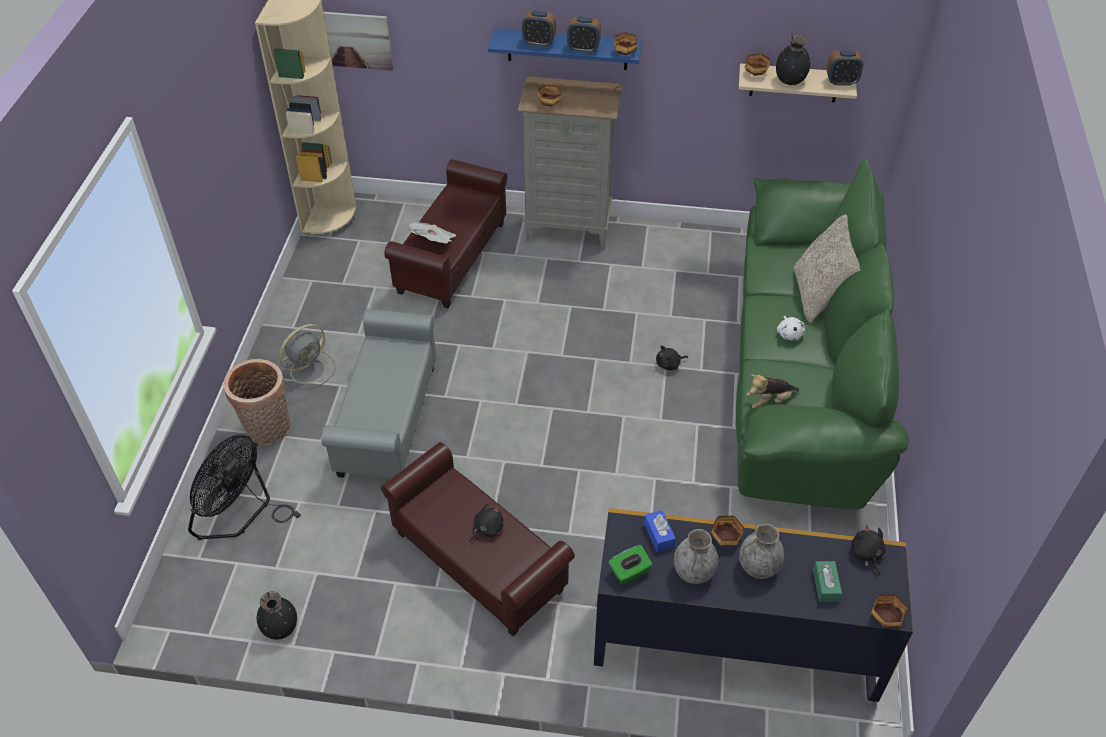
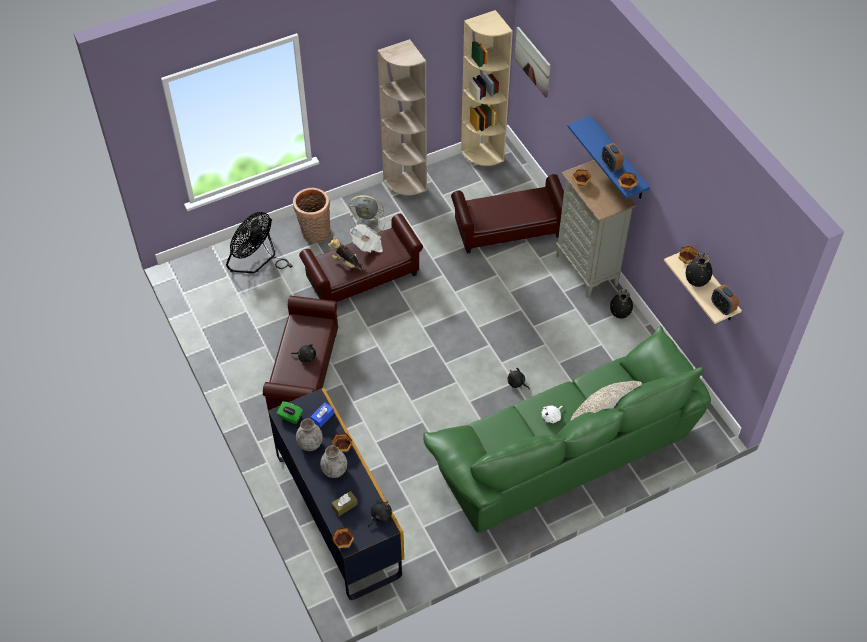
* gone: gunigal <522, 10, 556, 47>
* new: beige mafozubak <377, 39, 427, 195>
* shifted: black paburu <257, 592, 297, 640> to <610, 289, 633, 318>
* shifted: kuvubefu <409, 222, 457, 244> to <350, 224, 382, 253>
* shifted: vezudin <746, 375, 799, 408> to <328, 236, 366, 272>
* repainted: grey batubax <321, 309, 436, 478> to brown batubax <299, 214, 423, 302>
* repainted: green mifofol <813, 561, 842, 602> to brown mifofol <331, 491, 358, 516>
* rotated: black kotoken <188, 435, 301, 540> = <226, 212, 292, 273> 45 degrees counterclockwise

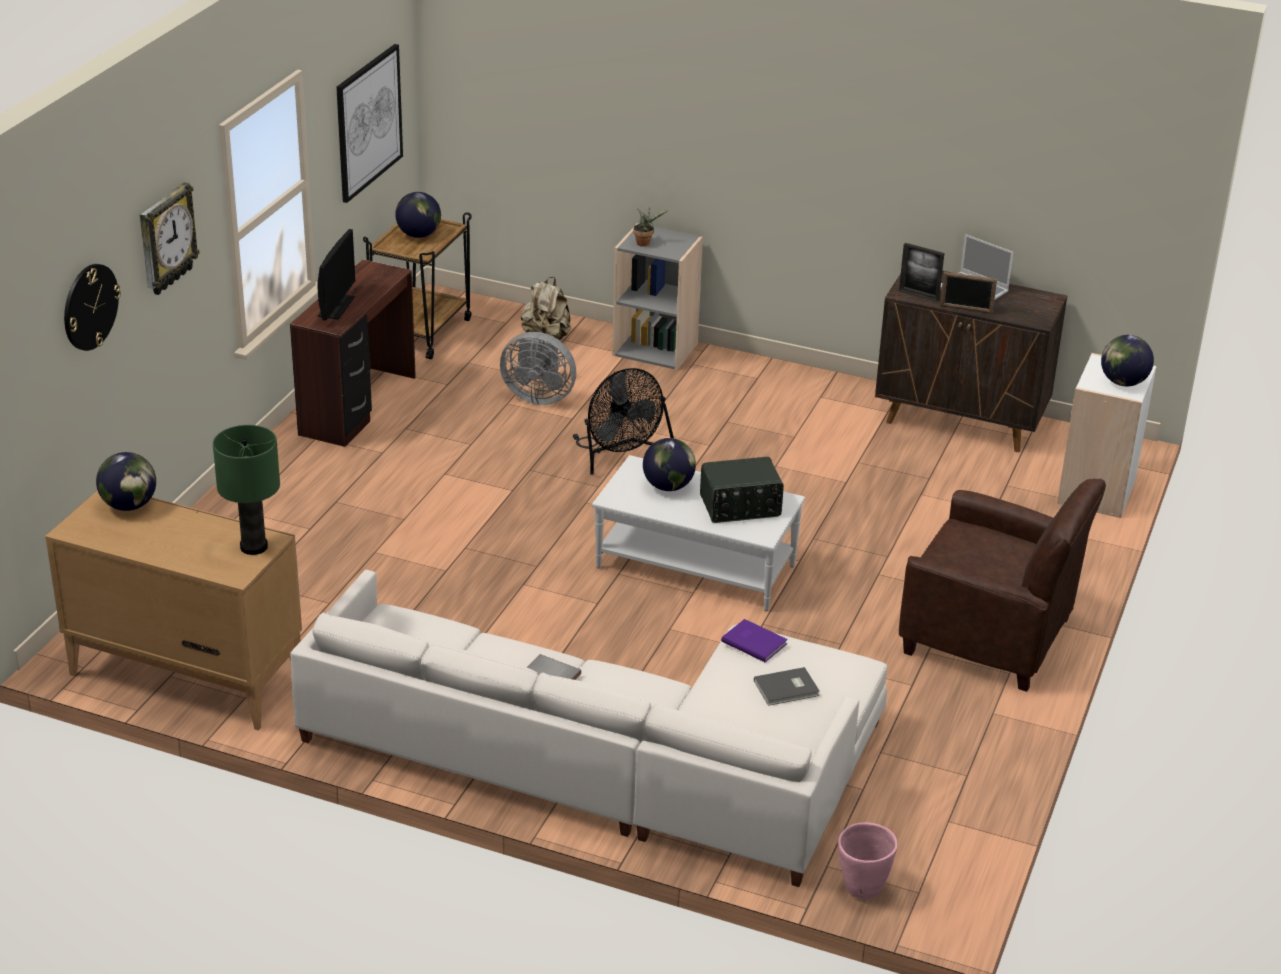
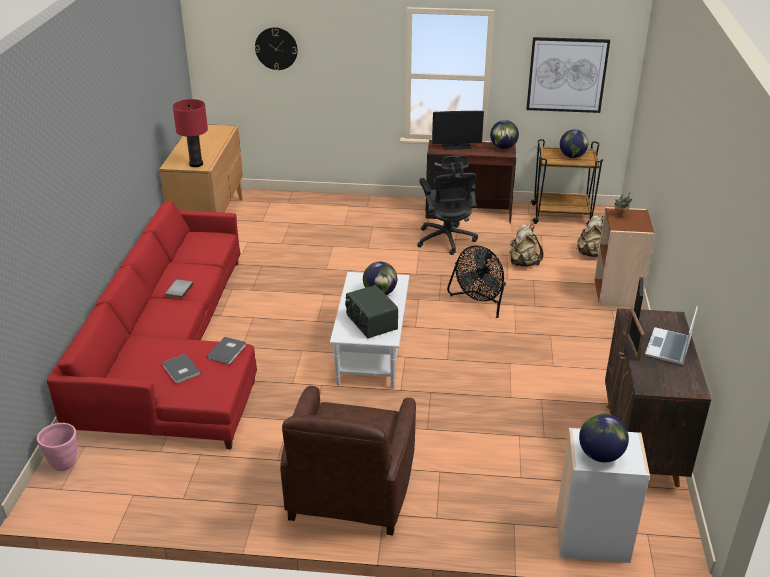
* gone: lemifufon <140, 182, 200, 295>
* new: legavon <417, 155, 478, 255>
* shifted: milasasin <96, 452, 156, 511> to <490, 120, 519, 149>
* swapped: grey kotoken <500, 332, 576, 405> to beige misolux <509, 224, 543, 267>
* repainted: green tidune <213, 425, 280, 555> to red tidune <173, 99, 208, 167>
* repainted: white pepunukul <290, 570, 887, 887> to red pepunukul <47, 201, 257, 449>
* repainted: grey mafozubak <612, 223, 703, 370> to brown mafozubak <594, 207, 655, 308>
* repainted: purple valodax <721, 619, 788, 662> to grey valodax <207, 337, 246, 364>

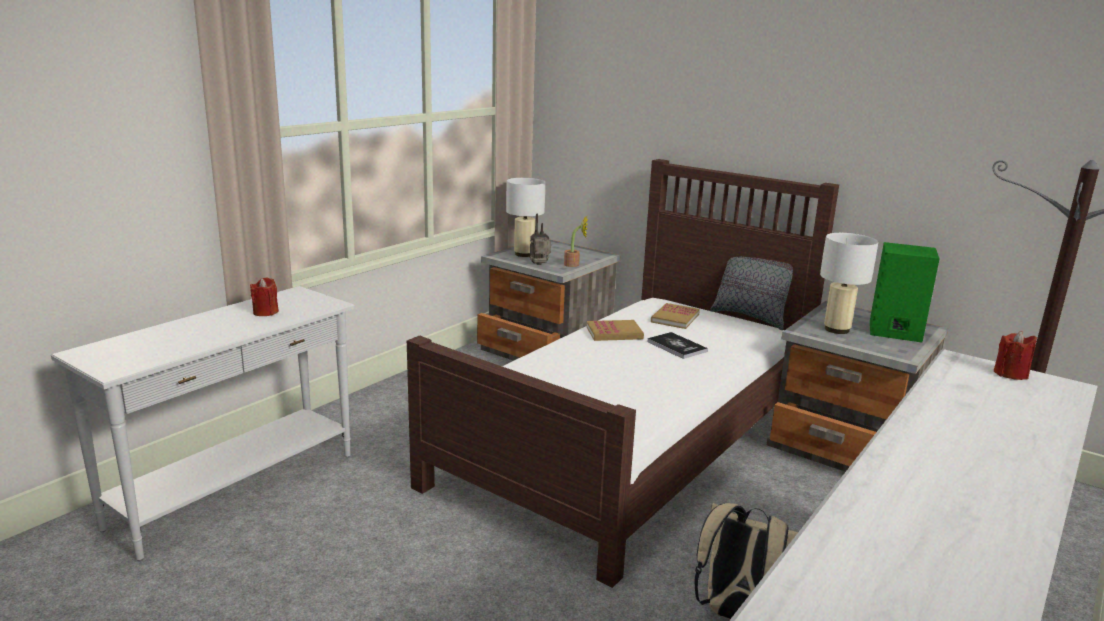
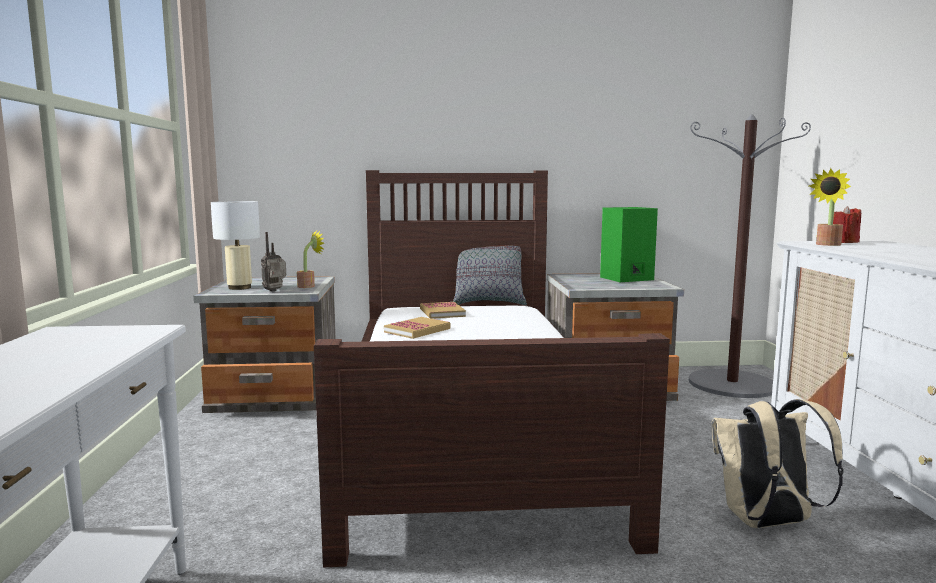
* gone: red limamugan <250, 278, 279, 316>
* gone: valodax <647, 332, 708, 359>
* gone: white tidune <820, 233, 878, 334>
* new: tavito <809, 168, 851, 246>

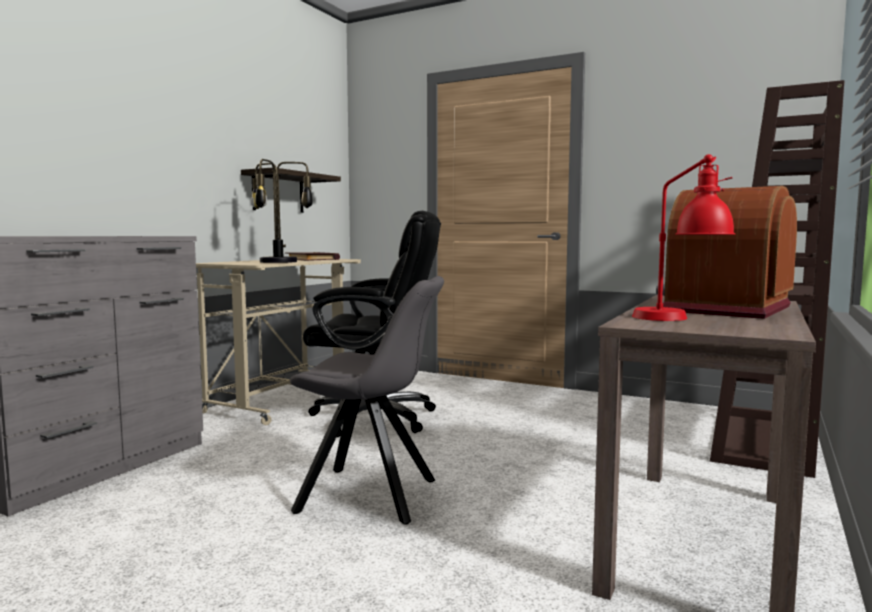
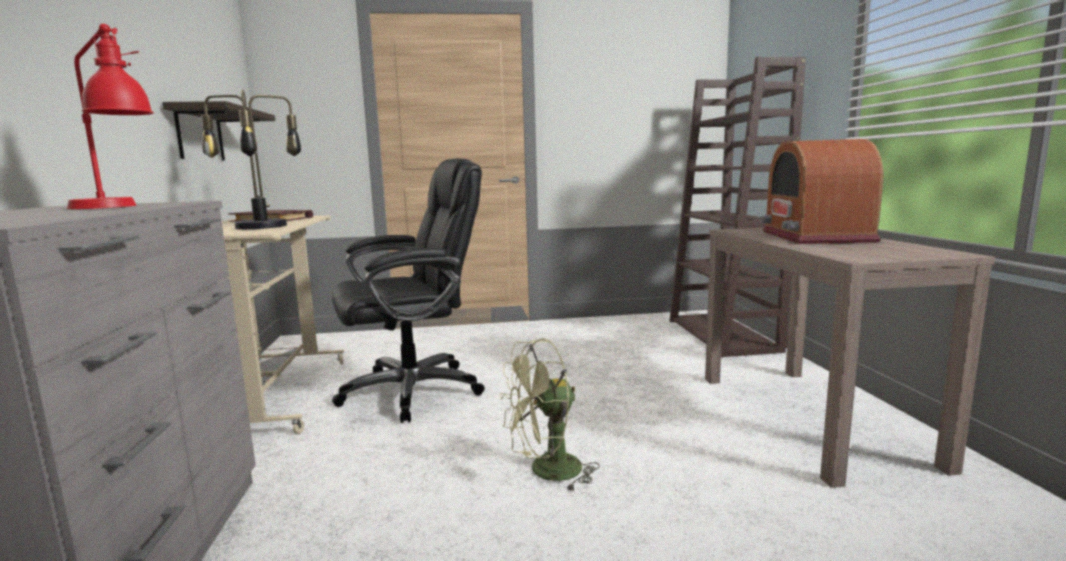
* shifted: red tidune <632, 154, 735, 321> to <67, 24, 154, 209>
* swapped: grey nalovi <290, 276, 444, 525> to green kotoken <500, 338, 600, 492>

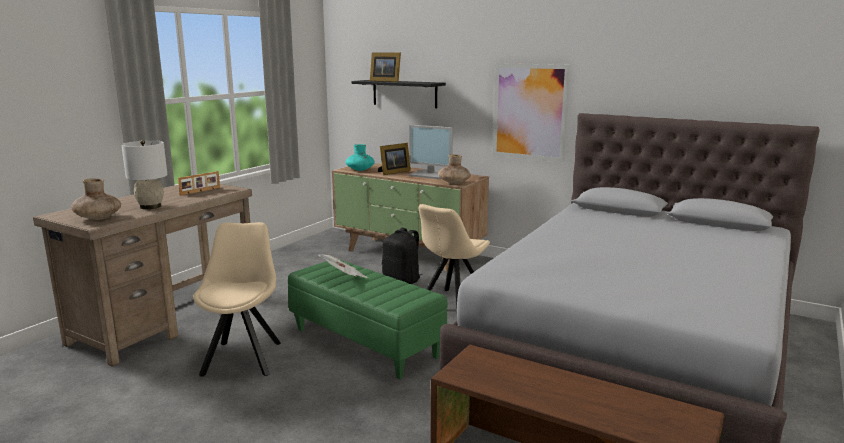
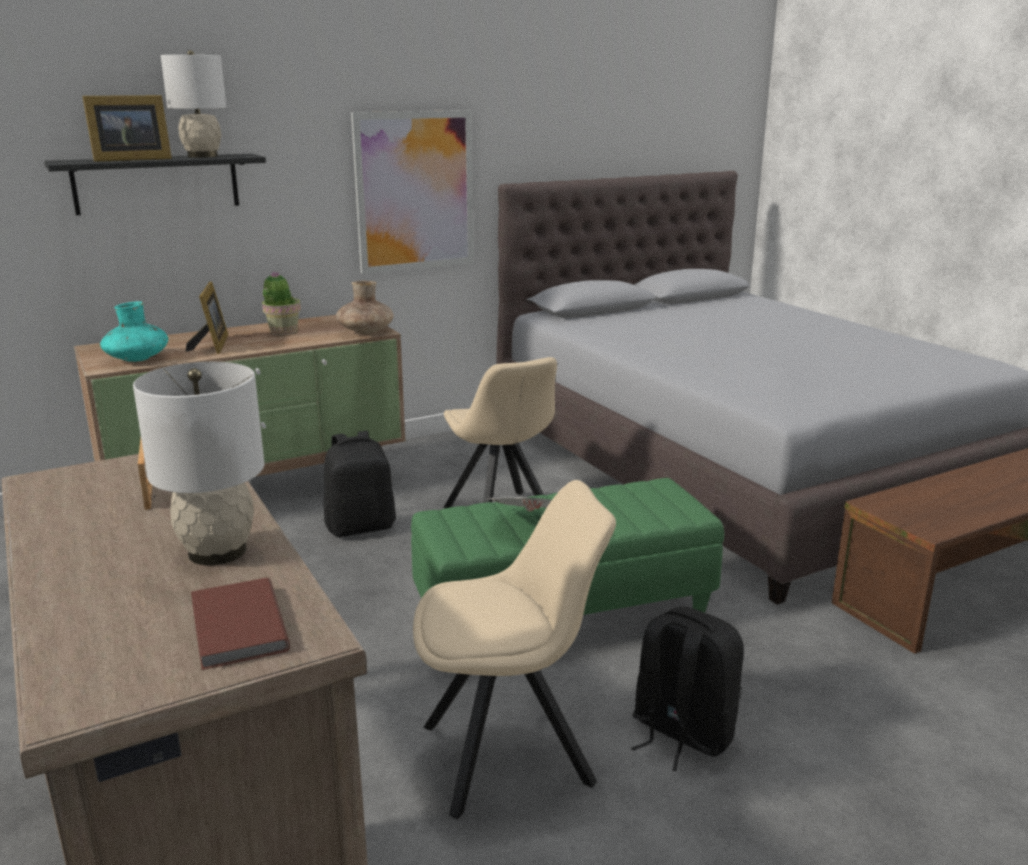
* new: white tidune <161, 50, 226, 158>
* new: black misolux <631, 606, 744, 771>
* swapped: brown paburu <71, 178, 121, 220> to brown valodax <191, 578, 290, 670>
* swapped: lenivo <409, 125, 453, 179> to tavito <262, 271, 301, 335>
* rotated: beige nalovi <193, 222, 281, 377> = <413, 480, 616, 819> 135 degrees clockwise

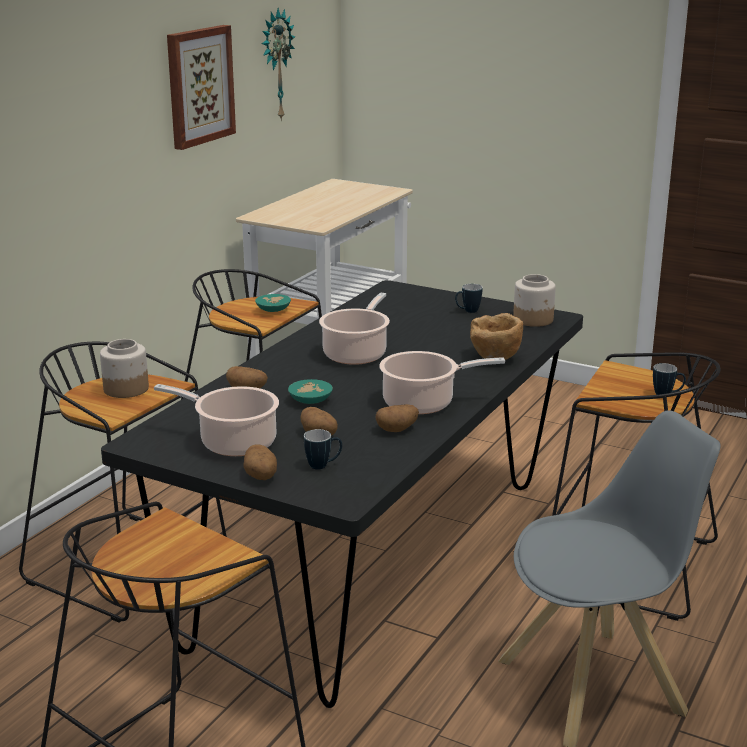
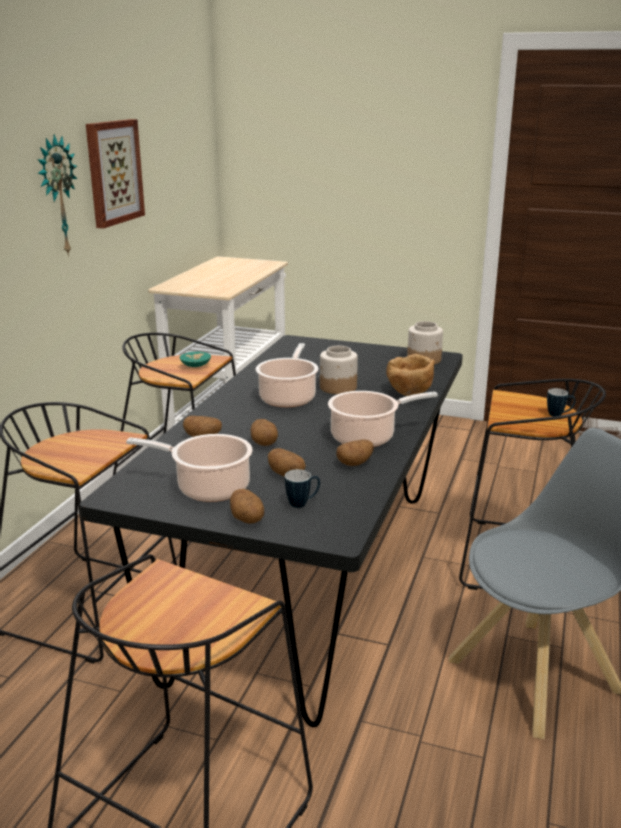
* gone: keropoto <455, 284, 482, 313>
* shifted: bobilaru <100, 339, 149, 398> to <320, 346, 358, 394>
* shifted: lemifufon <262, 8, 295, 121> to <37, 134, 77, 256>
* swapped: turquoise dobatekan <288, 379, 333, 404> to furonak <251, 419, 278, 446>

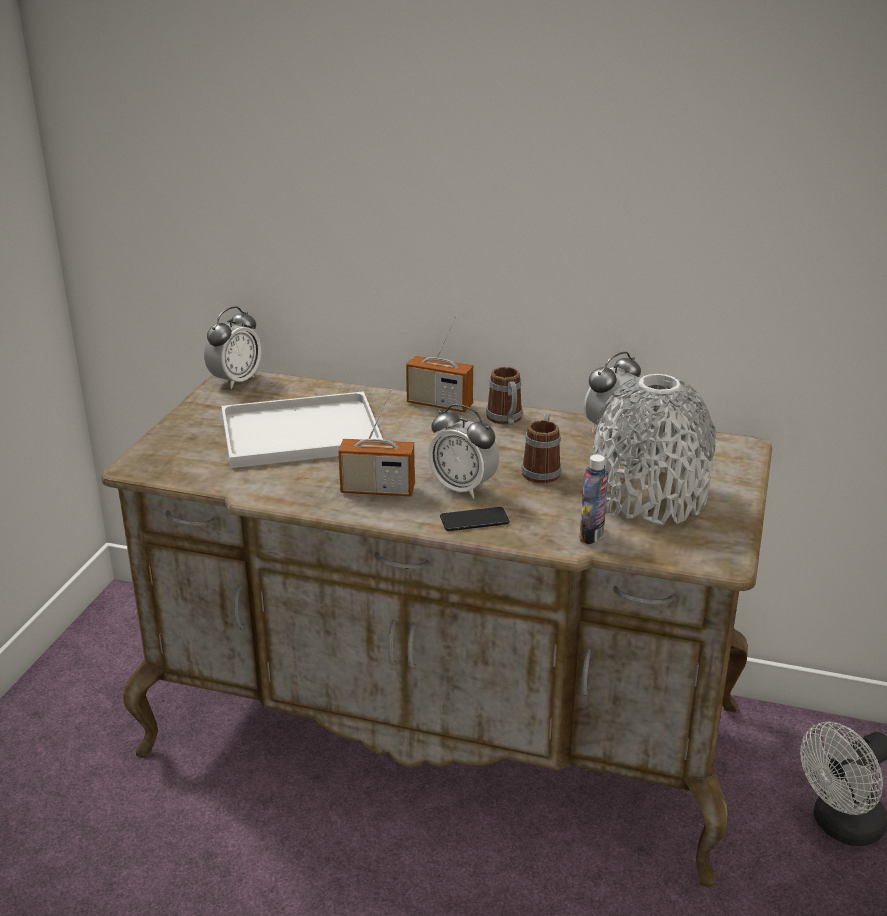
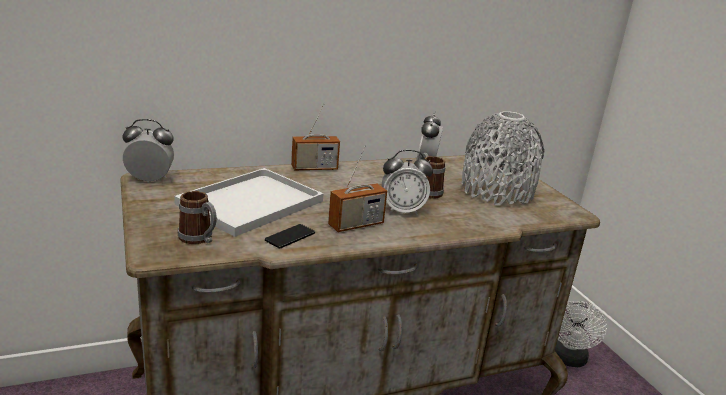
* gone: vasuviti <580, 454, 609, 544>
* shifted: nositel <440, 507, 510, 531> to <265, 224, 315, 248>
* shifted: keropoto <486, 367, 523, 426> to <178, 191, 217, 244>
* rotated: gunigal <204, 306, 261, 389> = <123, 119, 174, 183> 90 degrees counterclockwise

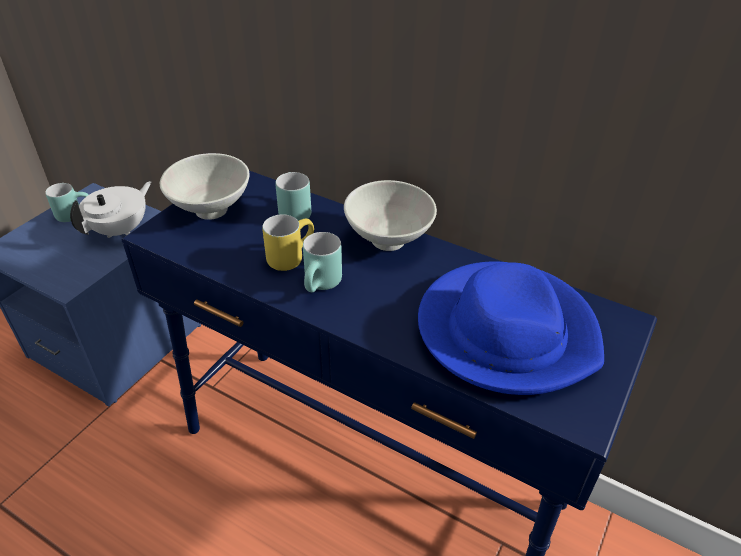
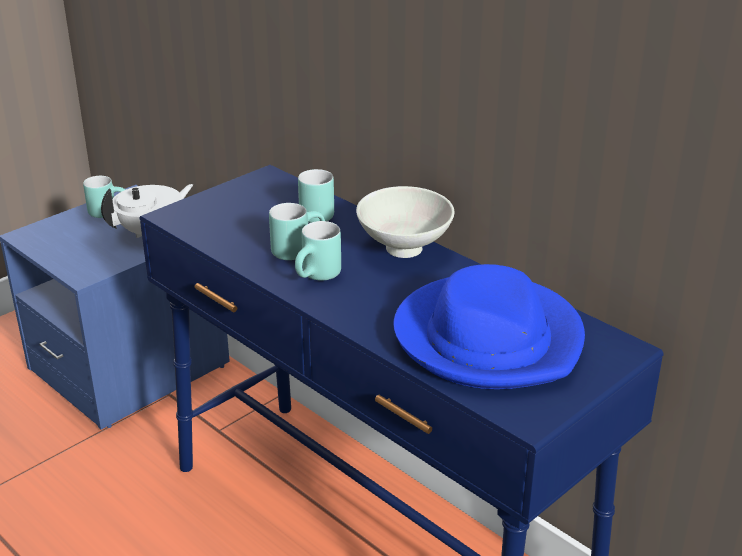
* gone: white dobatekan <160, 153, 249, 220>
* repainted: yellow keropoto <262, 214, 314, 271> to turquoise keropoto <269, 203, 325, 260>

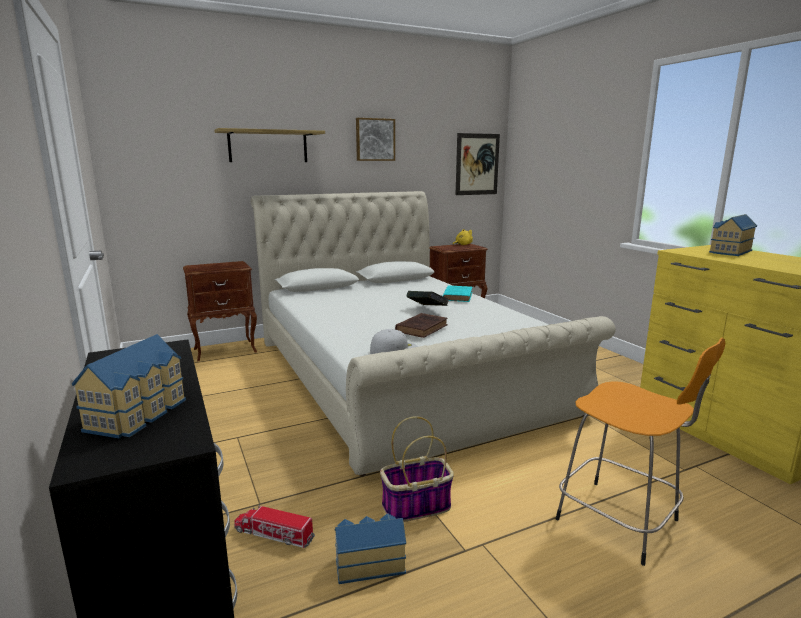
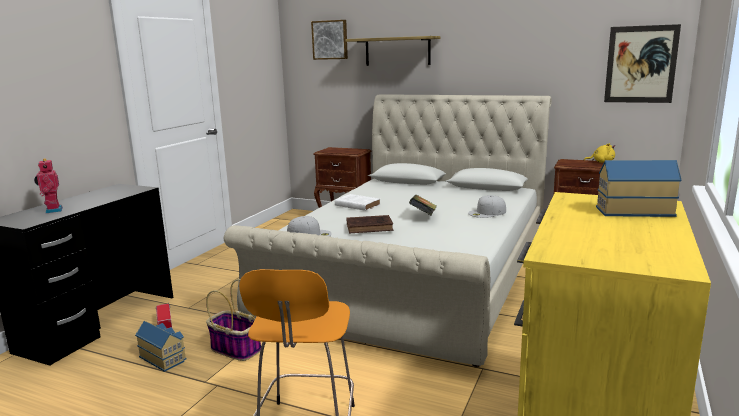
* new: white valodax <335, 194, 381, 211>
* shifted: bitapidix <356, 118, 395, 161> to <311, 20, 348, 60>
* swapped: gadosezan <72, 334, 186, 438> to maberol <34, 158, 63, 213>
* swapped: turquoise valodax <443, 285, 472, 302> to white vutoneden <468, 195, 506, 218>

